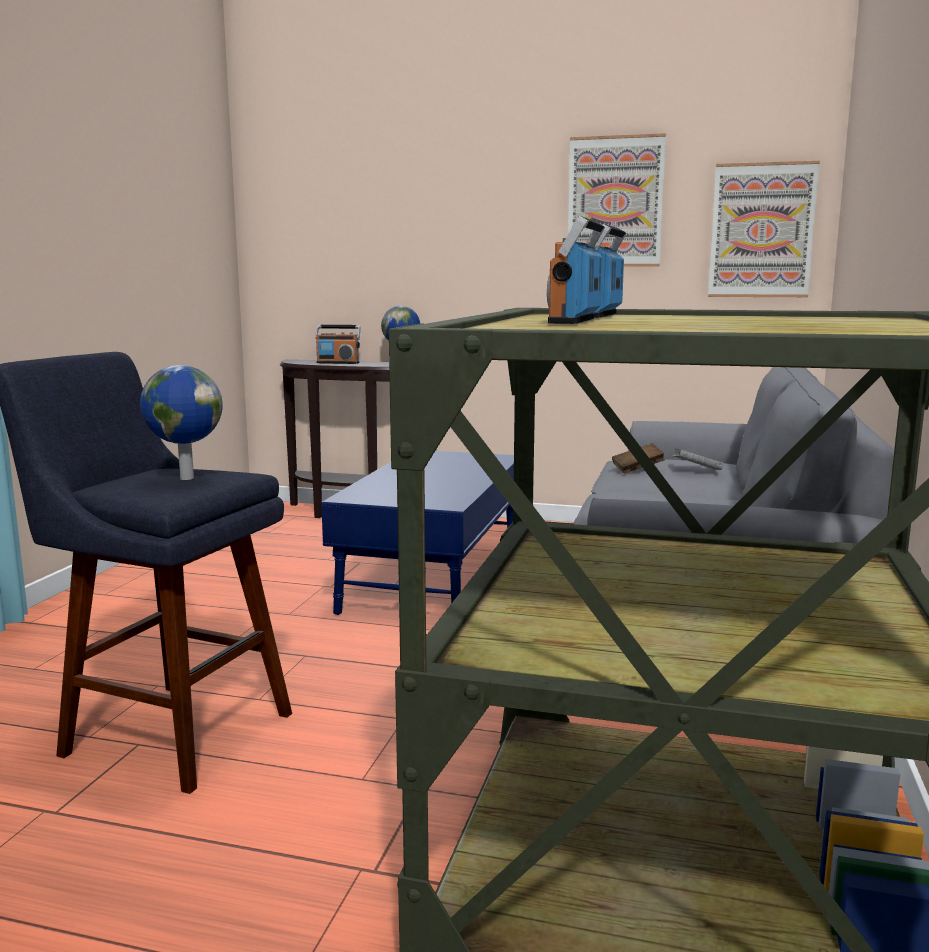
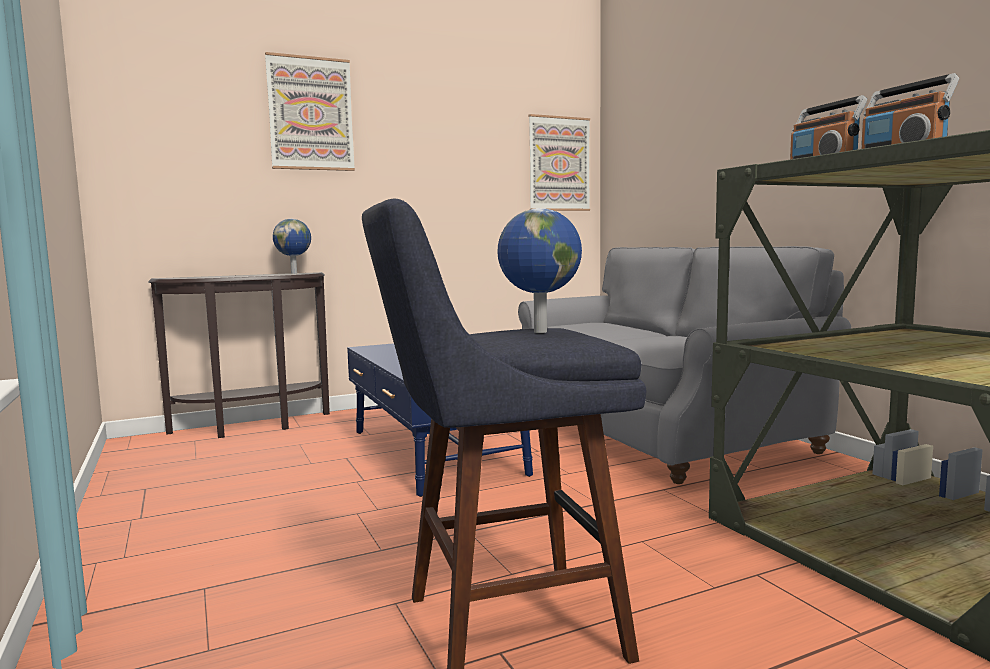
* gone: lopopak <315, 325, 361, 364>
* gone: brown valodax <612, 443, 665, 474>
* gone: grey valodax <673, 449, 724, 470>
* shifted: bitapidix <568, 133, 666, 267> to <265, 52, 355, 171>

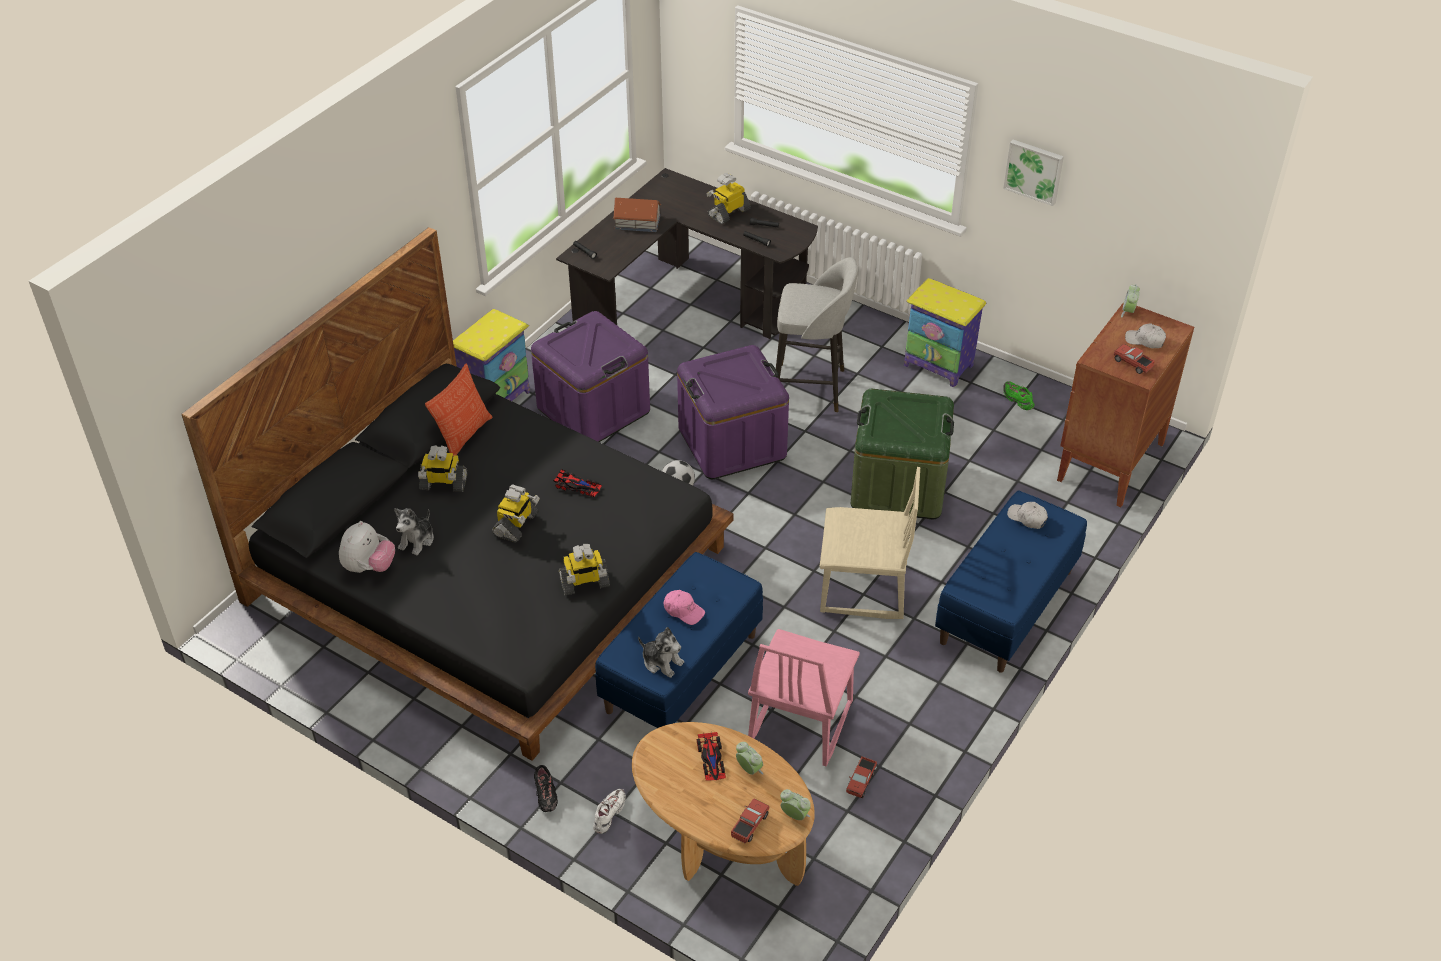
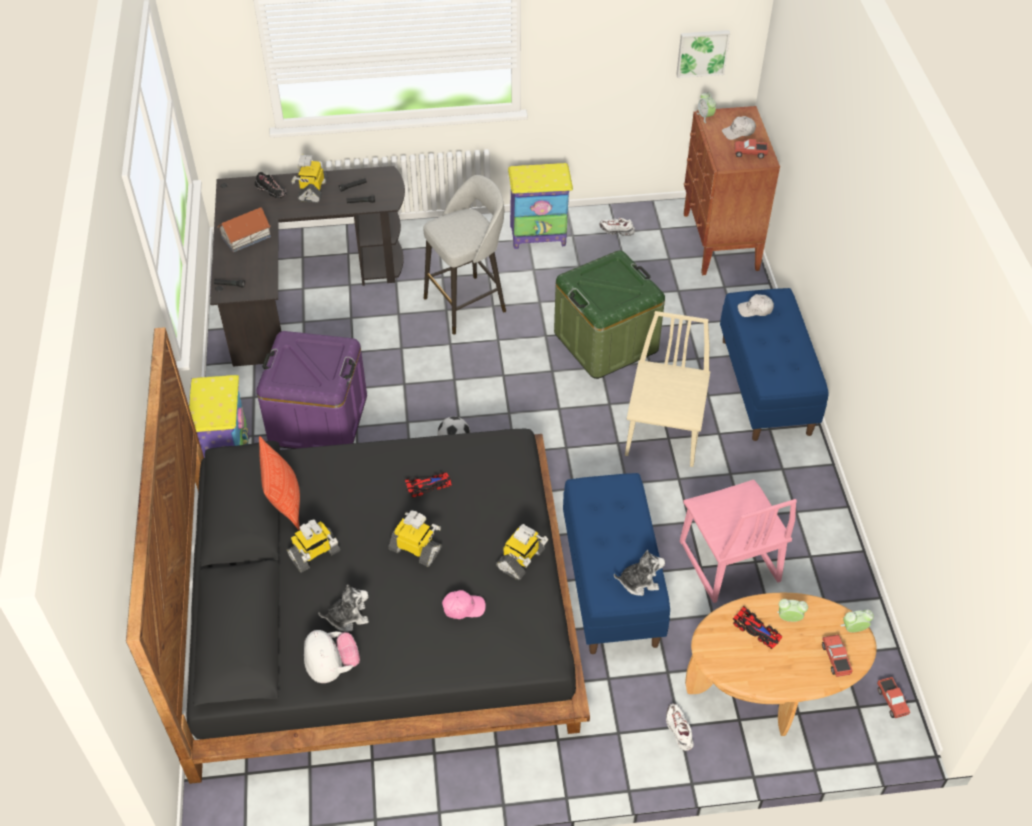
* gone: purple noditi <677, 345, 789, 479>
* shifted: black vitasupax <534, 765, 558, 812> to <255, 172, 287, 198>
* shifted: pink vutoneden <664, 590, 705, 625> to <442, 590, 486, 619>
* shifted: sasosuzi <846, 756, 877, 798> to <877, 677, 910, 718>
* shifted: bitapidix <1003, 140, 1064, 206> to <676, 30, 730, 78>
* repainted: green vitasupax <1003, 381, 1034, 410> to white vitasupax <599, 218, 635, 236>
* rotated: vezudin <394, 508, 434, 556> = <318, 584, 369, 631> 90 degrees counterclockwise
* rotated: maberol <492, 484, 540, 543> = <389, 510, 442, 567> 45 degrees counterclockwise
* rotated: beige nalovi <820, 467, 920, 619> = <625, 311, 711, 467> 45 degrees counterclockwise

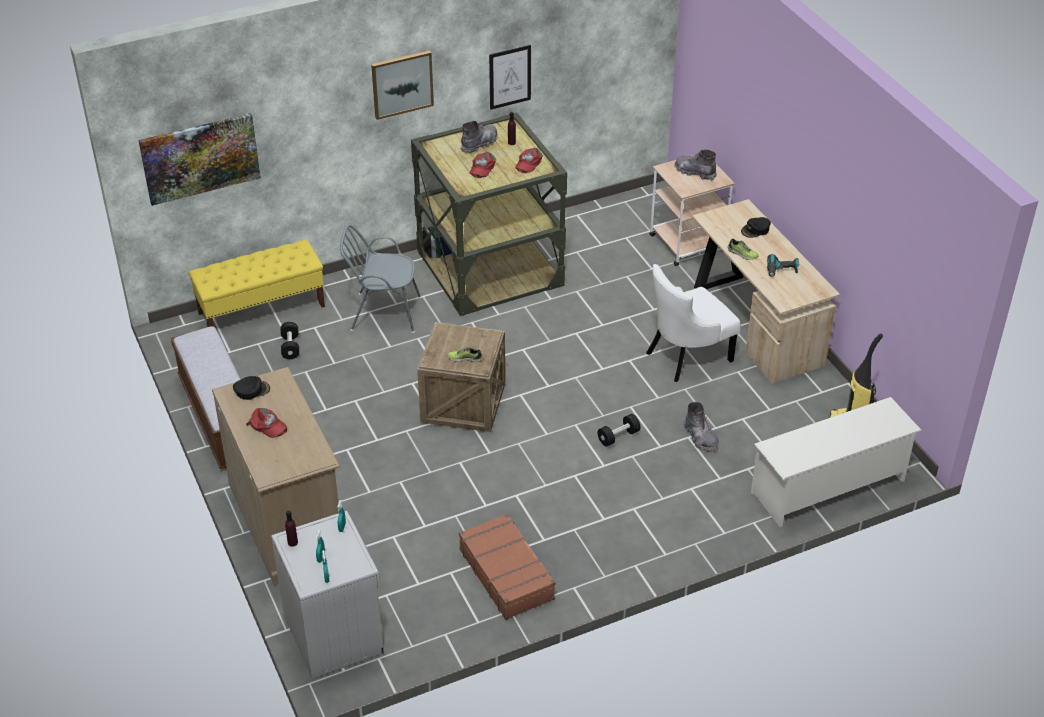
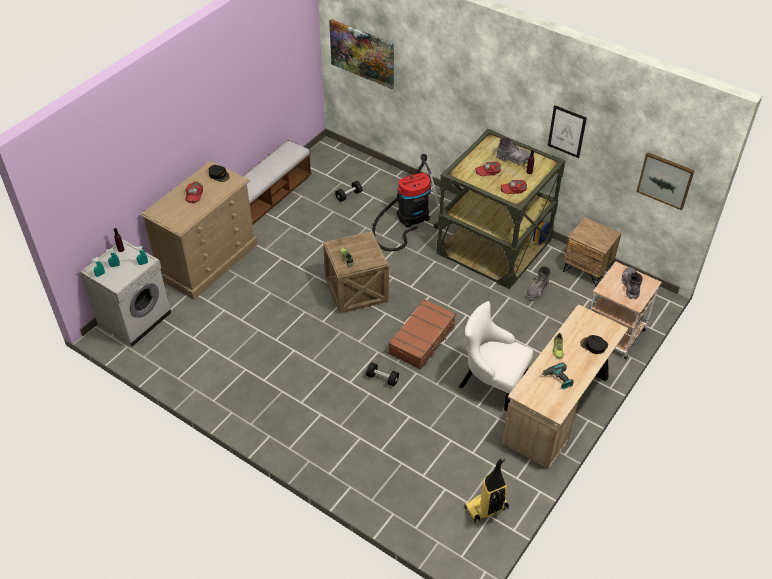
* gone: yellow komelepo <189, 239, 325, 327>
* gone: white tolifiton <751, 397, 922, 527>
* new: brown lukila <563, 217, 621, 287>
* shifted: bitapidix <371, 50, 434, 120> to <636, 152, 695, 210>
* shifted: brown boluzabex <459, 514, 555, 620> to <388, 299, 456, 370>
* shifted: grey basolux <684, 402, 719, 452> to <527, 266, 550, 301>
* swapped: grey nalovi <340, 224, 421, 333> to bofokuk <372, 154, 452, 251>

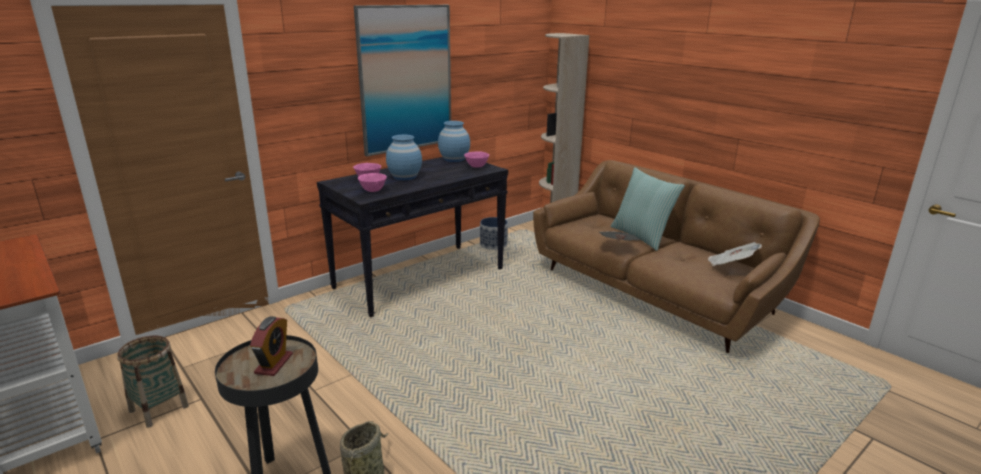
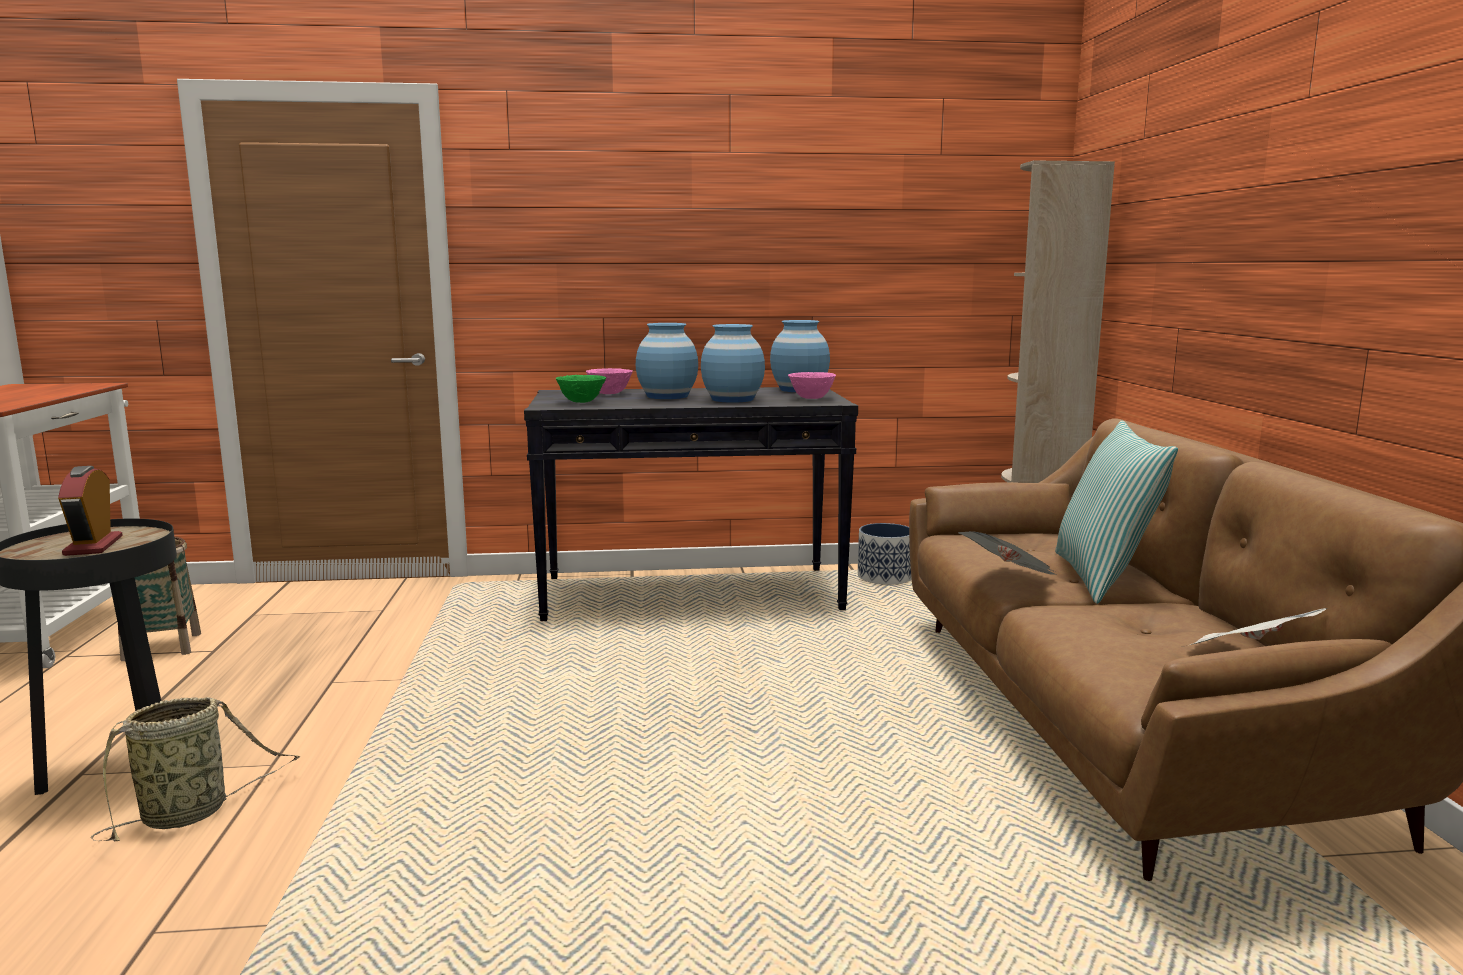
* gone: bitapidix <354, 5, 451, 156>
* new: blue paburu <701, 324, 765, 403>
* repainted: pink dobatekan <358, 173, 387, 192> to green dobatekan <556, 375, 606, 403>
* rotated: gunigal <250, 316, 293, 376> = <58, 466, 123, 556> 120 degrees clockwise

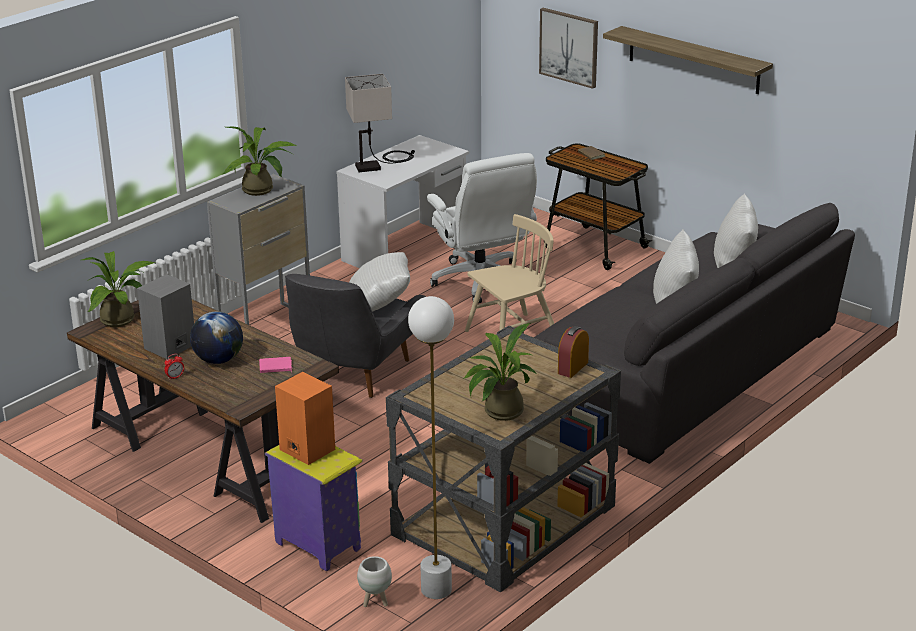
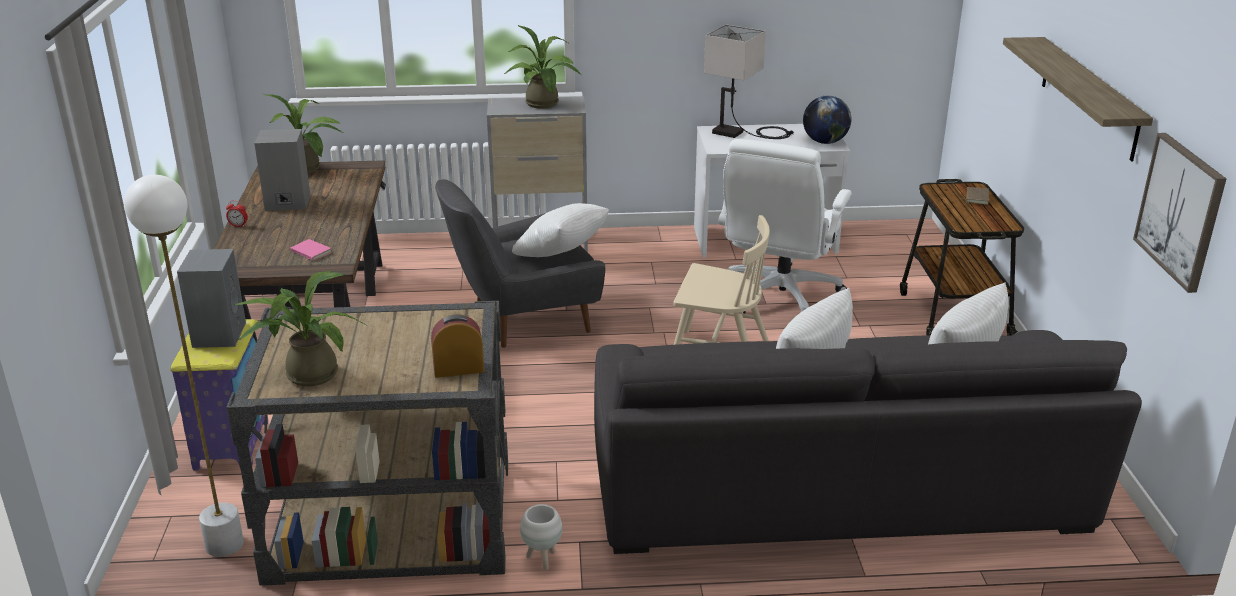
* shifted: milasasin <190, 311, 243, 364> to <803, 96, 852, 144>
* shifted: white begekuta <357, 556, 392, 607> to <520, 504, 562, 570>
* shifted: bitapidix <539, 8, 598, 89> to <1133, 133, 1226, 293>
* repainted: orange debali <275, 372, 335, 465> to grey debali <177, 249, 246, 348>

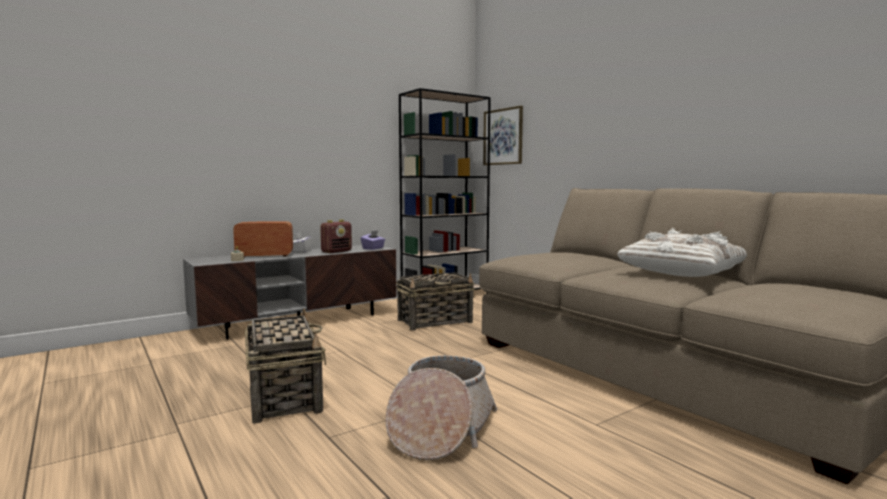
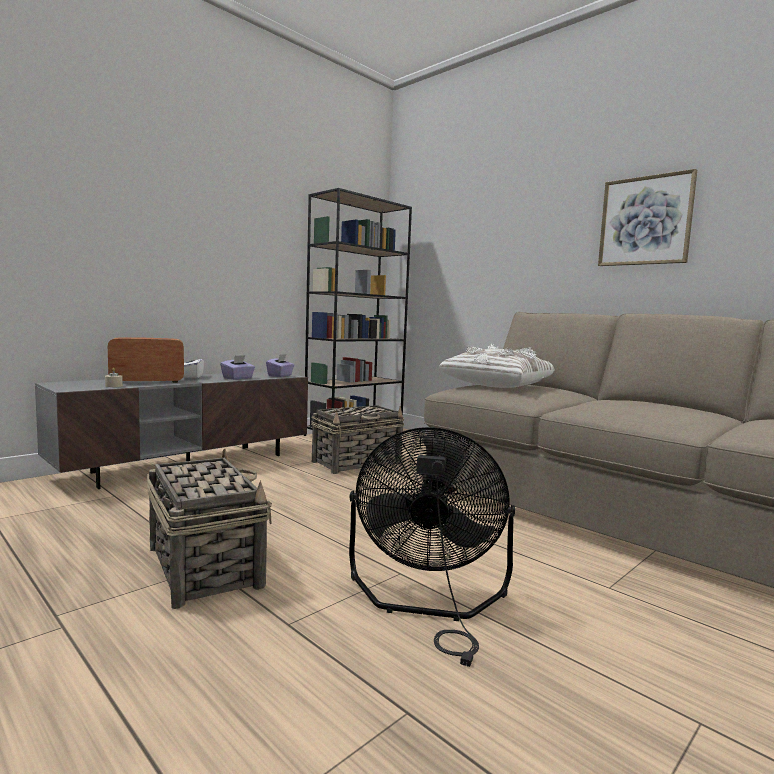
* shifted: bitapidix <483, 106, 523, 165> to <598, 169, 697, 266>
* shifted: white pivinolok <617, 228, 747, 277> to <439, 344, 555, 388>
* swapped: lopopak <320, 219, 352, 253> to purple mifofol <220, 355, 255, 380>
* swapped: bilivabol <386, 355, 497, 460> to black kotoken <349, 427, 515, 667>

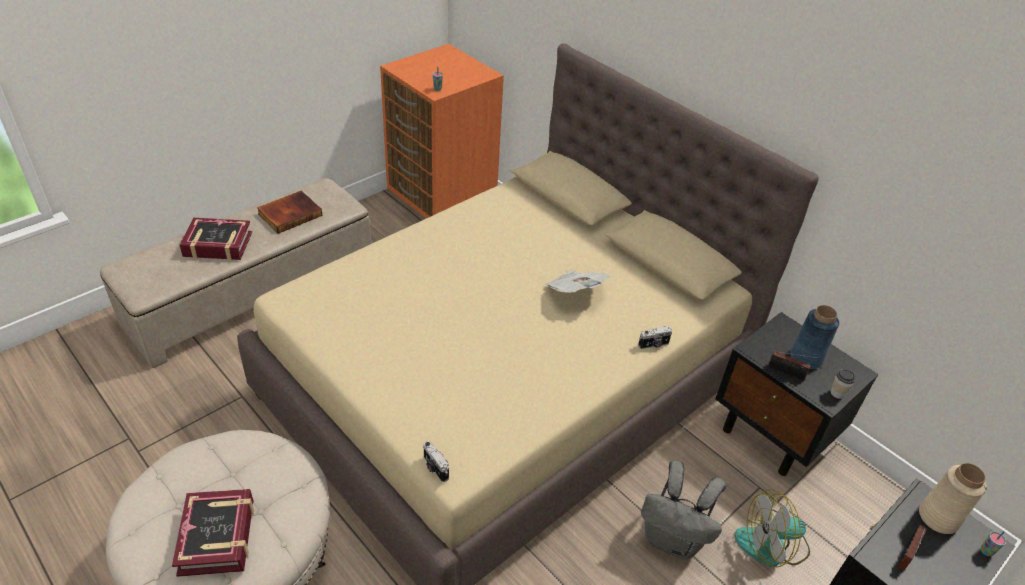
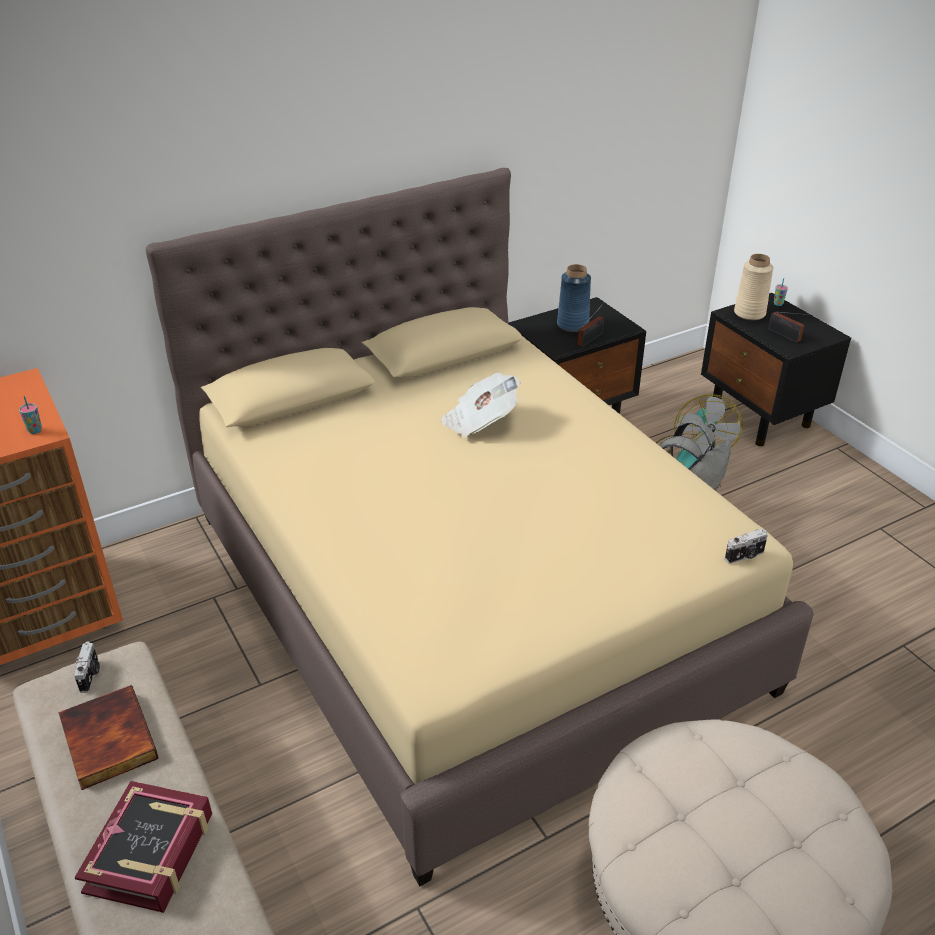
* gone: valodax <172, 489, 254, 577>
* gone: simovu <831, 369, 855, 399>
* shifted: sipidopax <638, 326, 672, 349> to <74, 641, 100, 693>

